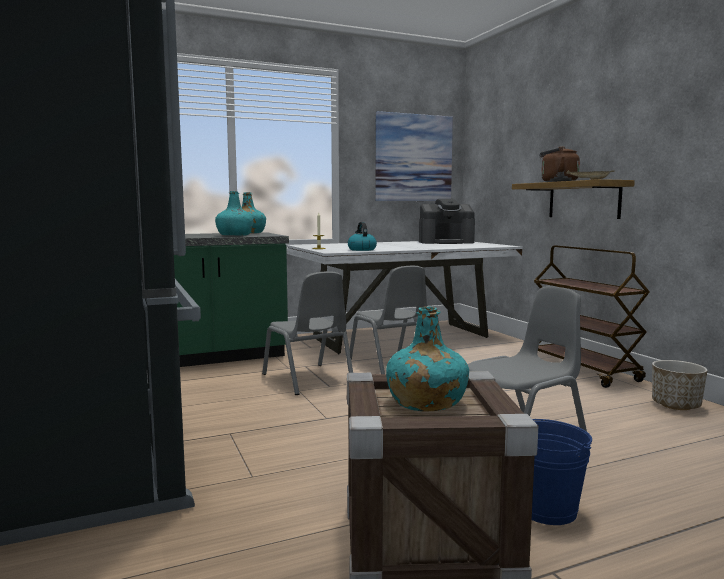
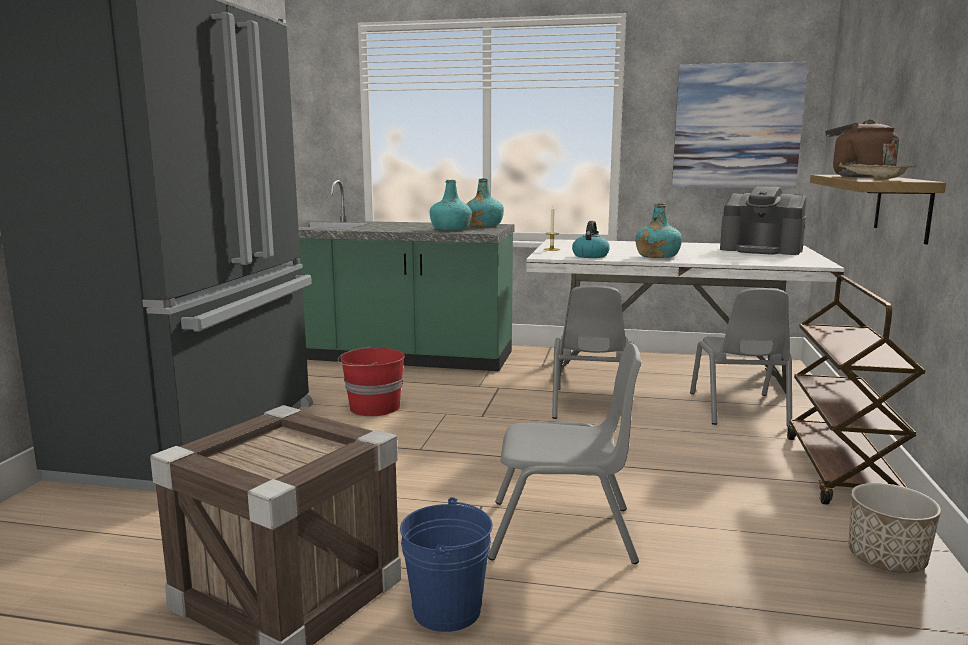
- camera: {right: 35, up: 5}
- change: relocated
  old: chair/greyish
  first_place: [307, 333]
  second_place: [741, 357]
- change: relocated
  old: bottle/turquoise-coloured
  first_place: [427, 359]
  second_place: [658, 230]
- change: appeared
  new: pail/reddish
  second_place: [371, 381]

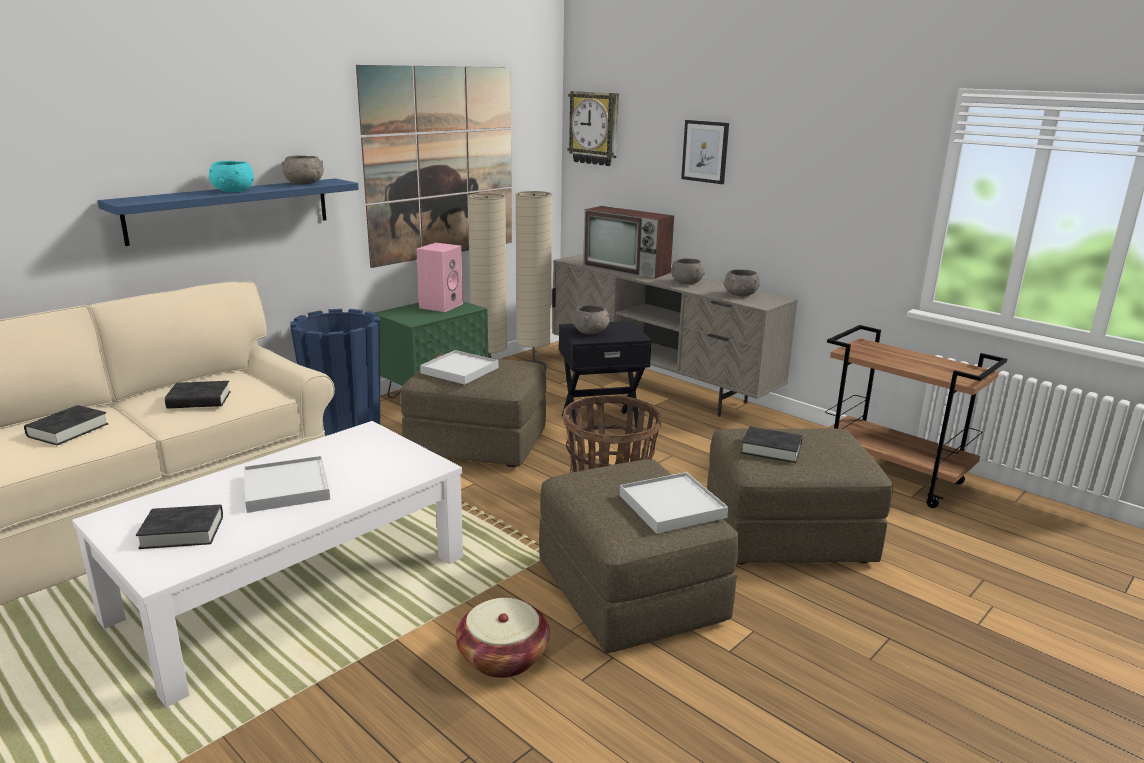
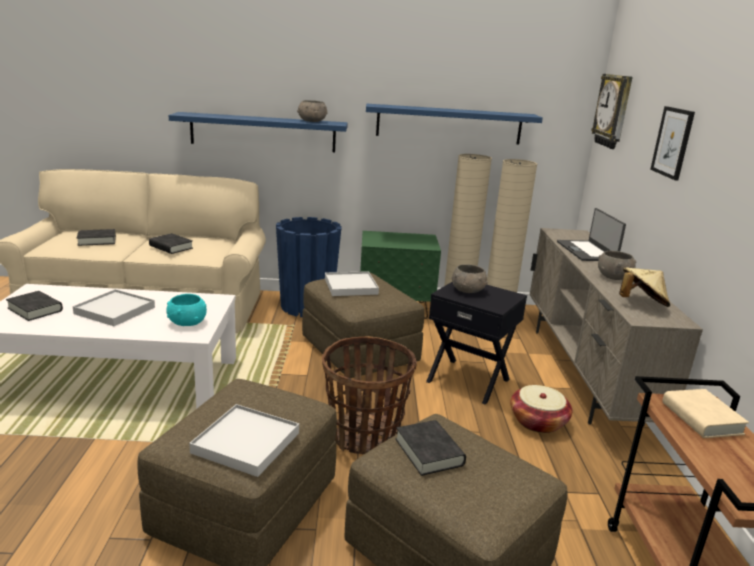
- camera: {right: 45, up: 0}
- change: exchanged
  old: picture
  new: shelf/bluish
  first_place: [434, 166]
  second_place: [454, 124]
- change: relocated
  old: bowl/turquoise-coloured
  first_place: [231, 176]
  second_place: [186, 310]
- change: exchanged
  old: TV set
  new: laptop
  first_place: [628, 242]
  second_place: [591, 234]
- change: missing
  old: speaker/pink
  first_place: [439, 277]
- change: exchanged
  old: bowl/greyish
  new: wearable hat/beige
  first_place: [741, 283]
  second_place: [644, 287]
- change: relocated
  old: storage basket
  first_place: [503, 638]
  second_place: [541, 409]
- change: appeared
  new: bound book/beige
  second_place: [705, 413]

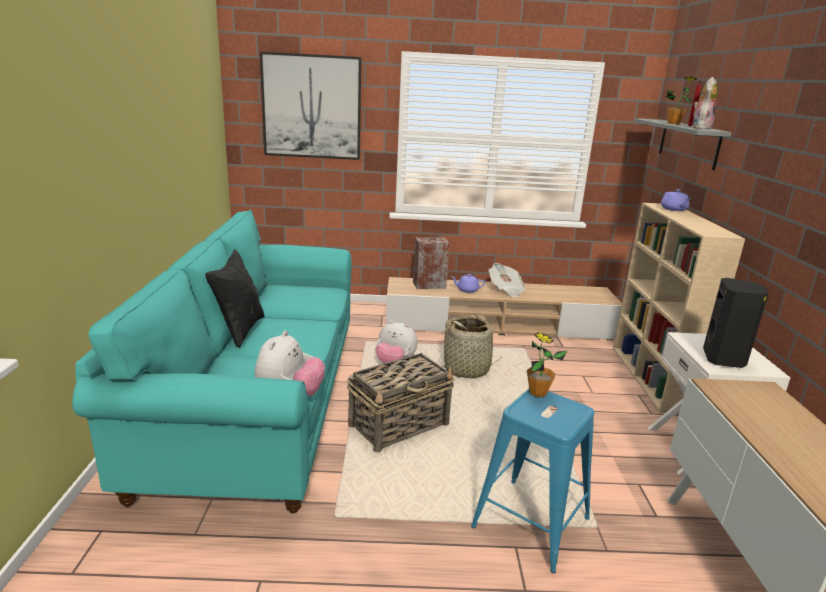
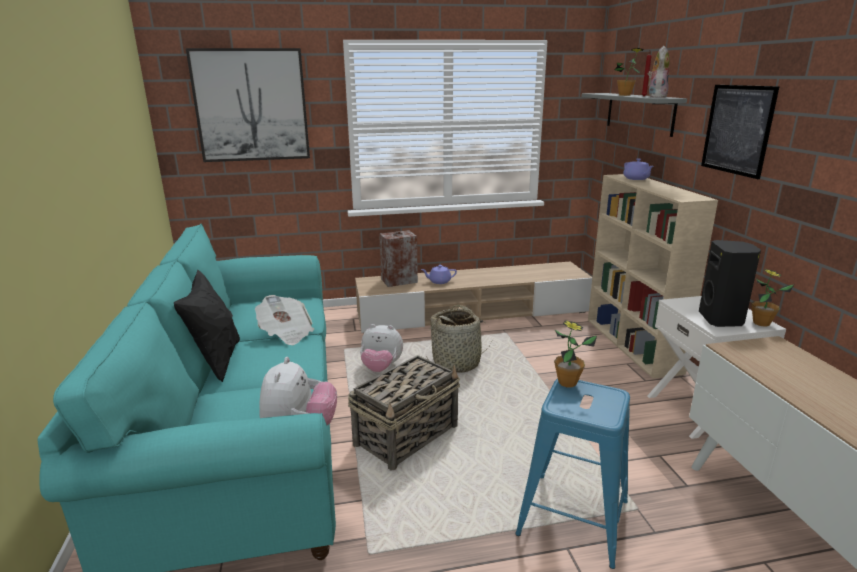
- camera: {right: -10, up: 0}
- change: relocated
  old: printed paper
  first_place: [507, 280]
  second_place: [284, 320]
- change: appeared
  new: picture
  second_place: [740, 132]
- change: appeared
  new: plant in a pot
  second_place: [772, 298]

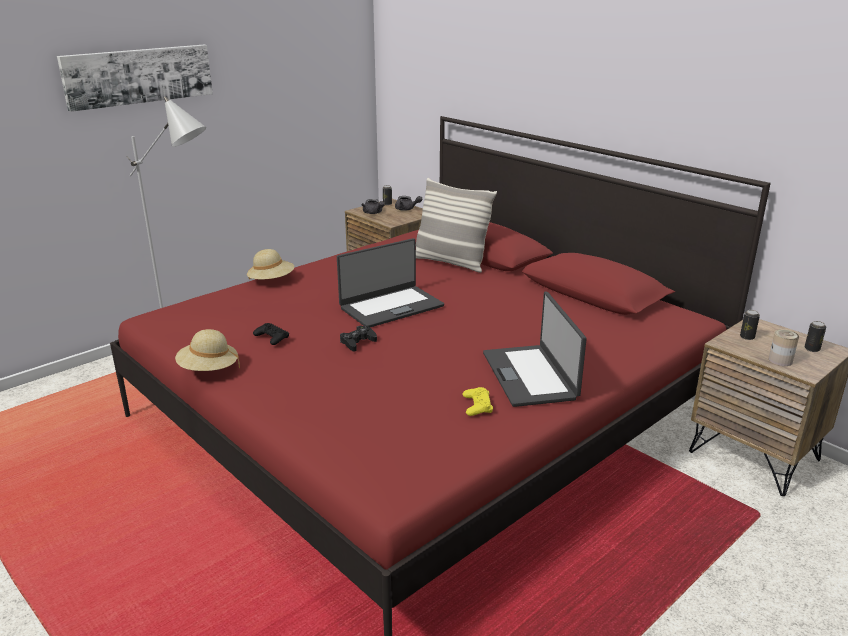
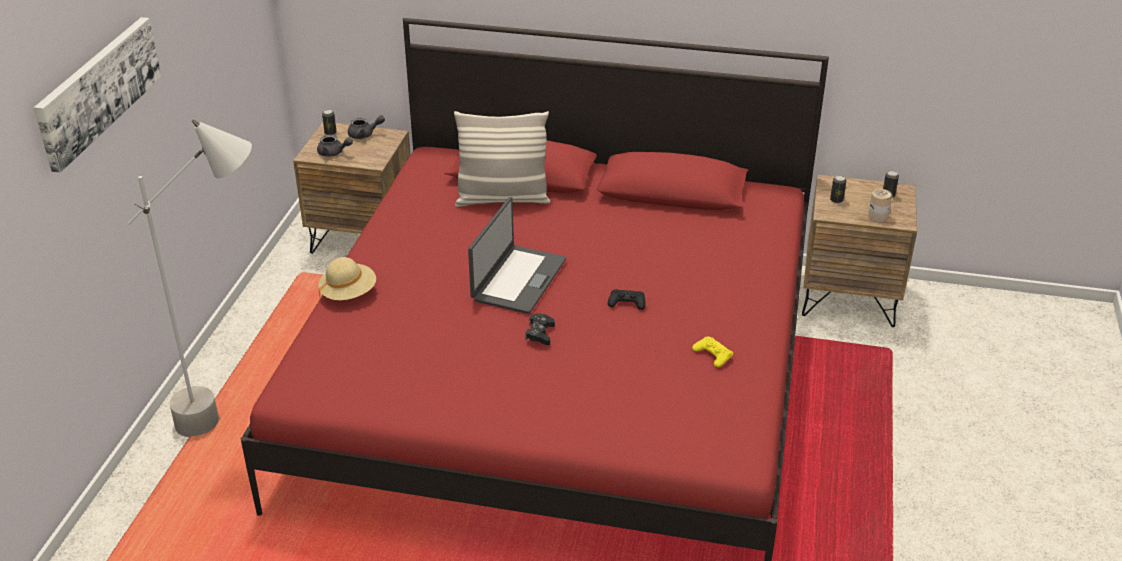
- camera: {right: -35, up: 10}
- change: missing
  old: laptop
  first_place: [534, 349]
- change: relocated
  old: joypad/black-coloured
  first_place: [271, 334]
  second_place: [627, 299]
- change: missing
  old: wearable hat/beige
  first_place: [207, 350]

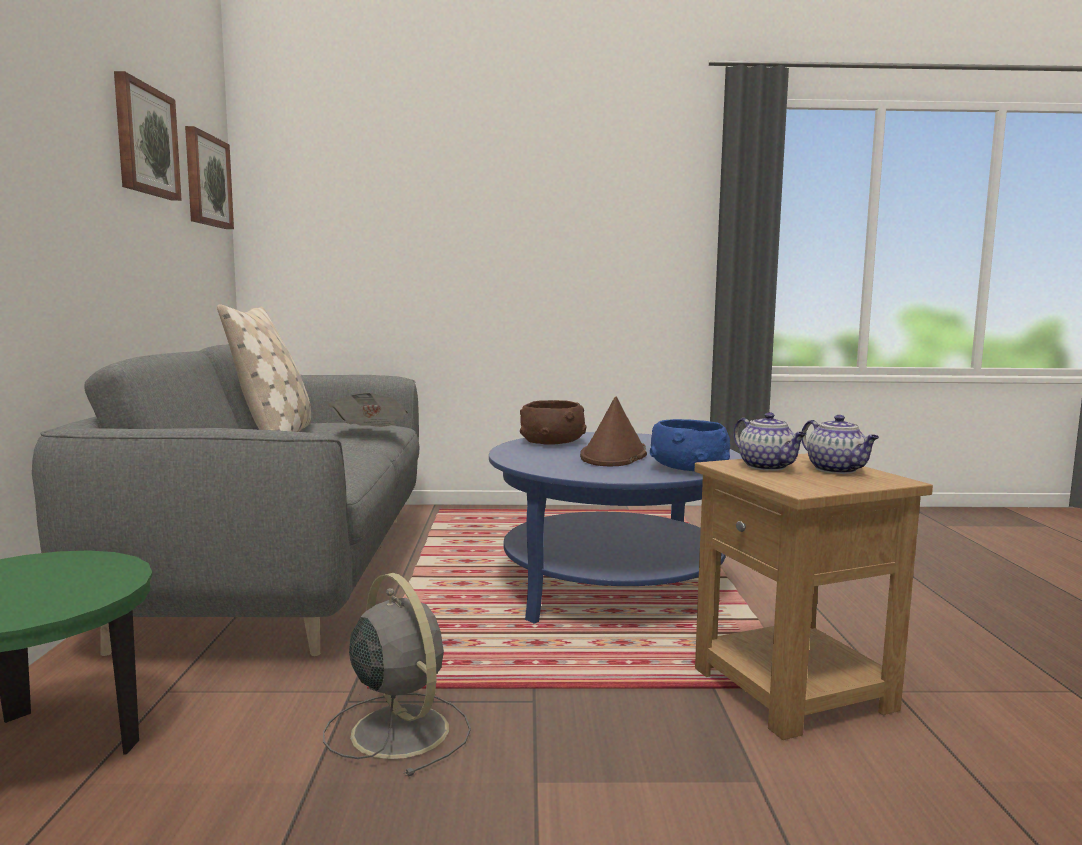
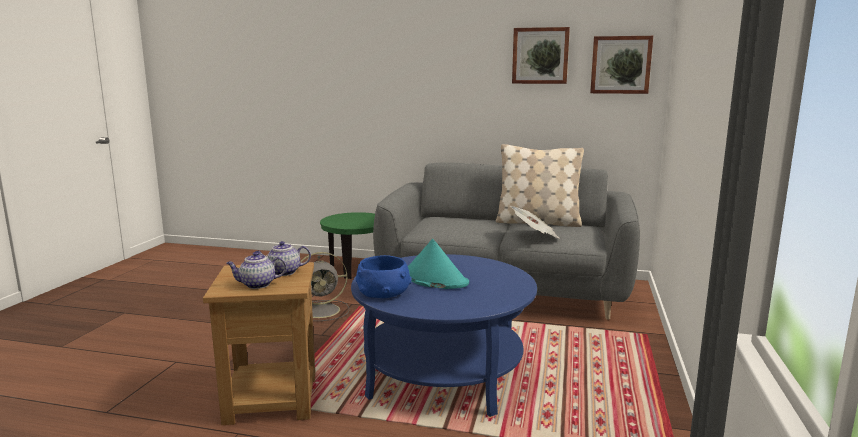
- camera: {right: 105, up: 5}
- change: colour
  old: wearable hat/brownish
  new: wearable hat/turquoise-coloured
  first_place: [613, 431]
  second_place: [438, 264]
- change: missing
  old: bowl/brownish
  first_place: [553, 422]

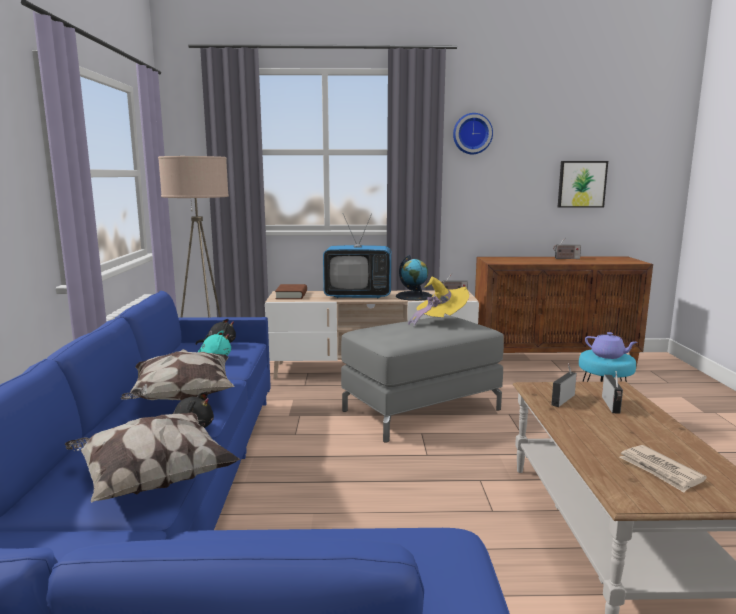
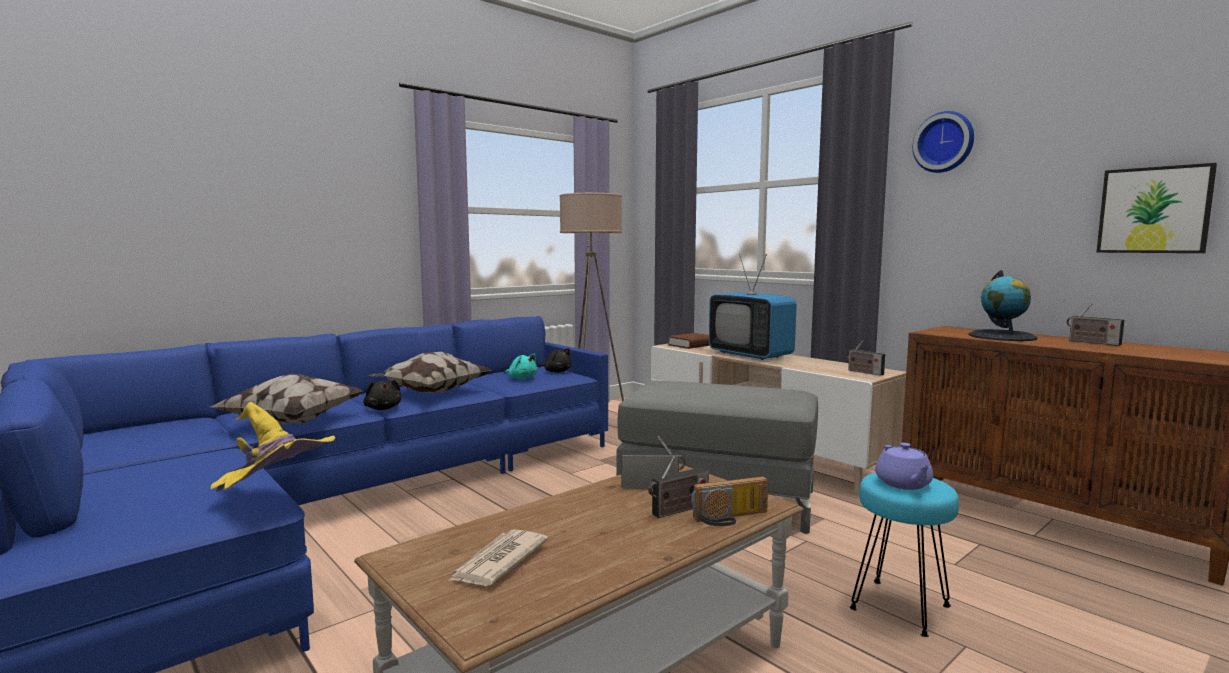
- camera: {right: 50, up: -5}
- change: relocated
  old: globe
  first_place: [414, 278]
  second_place: [1002, 305]
- change: relocated
  old: wearable hat/yellowish
  first_place: [438, 302]
  second_place: [273, 447]
- change: appeared
  new: radio set
  second_place: [729, 501]

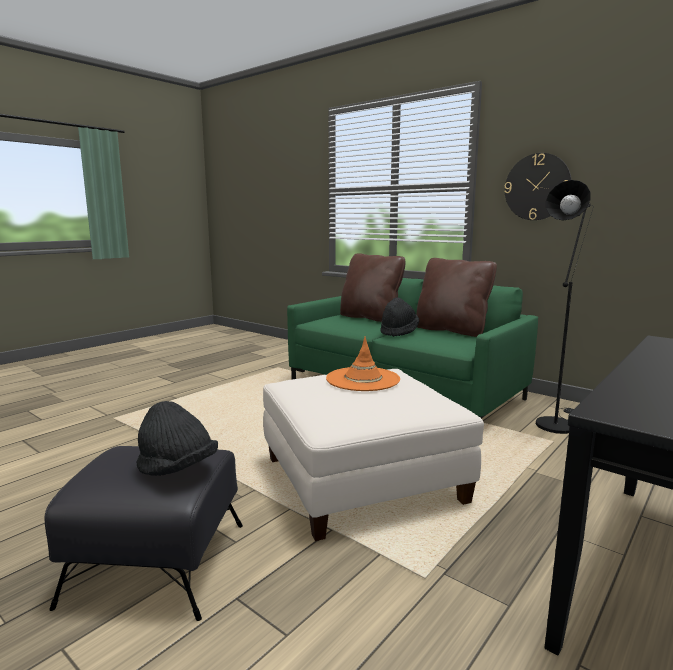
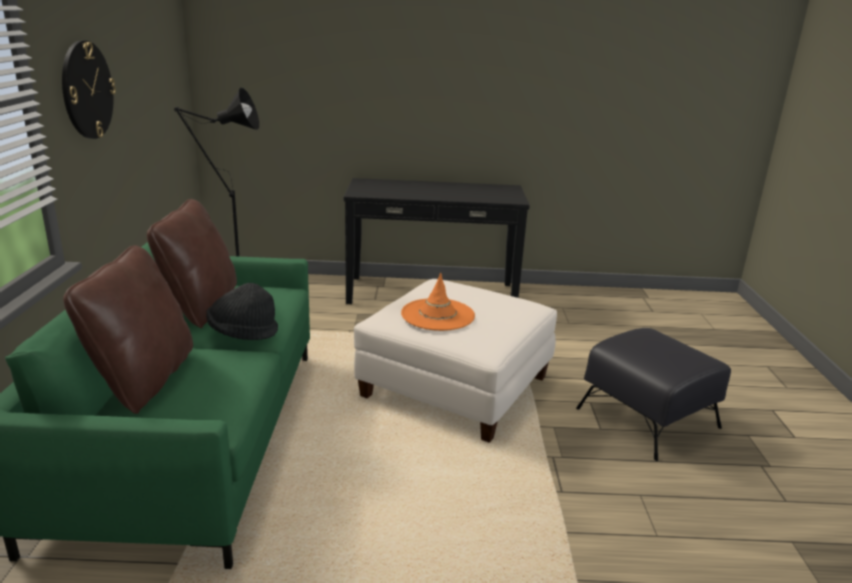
- camera: {right: -130, up: 10}
- change: missing
  old: wearable hat/black-coloured
  first_place: [177, 438]

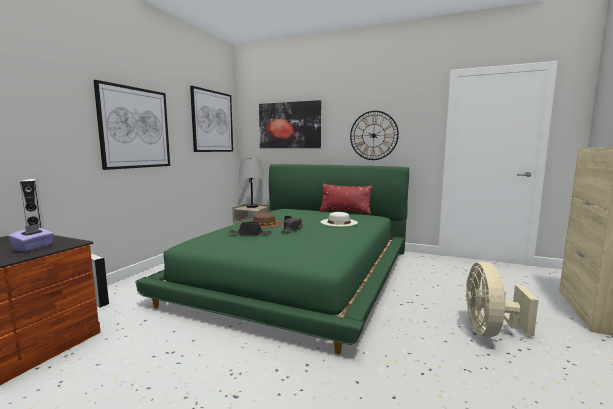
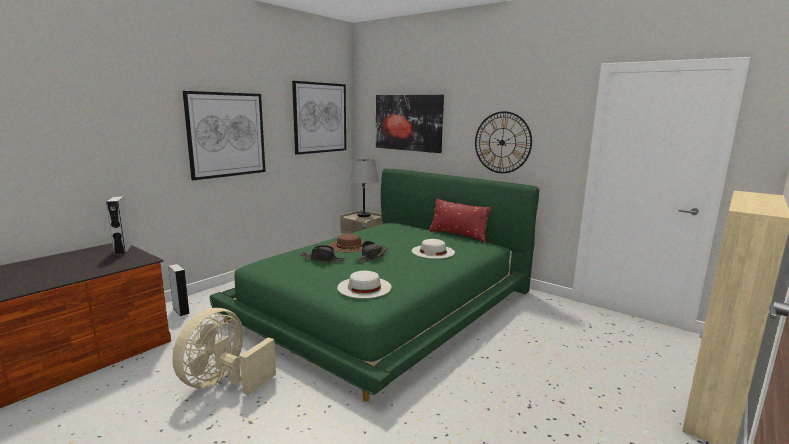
- camera: {right: 15, up: 5}
- change: missing
  old: box of tissues/purple-coloured
  first_place: [31, 238]
- change: relocated
  old: electric fan/beige
  first_place: [502, 299]
  second_place: [224, 351]
- change: appeared
  new: wearable hat/white-coloured
  second_place: [364, 284]

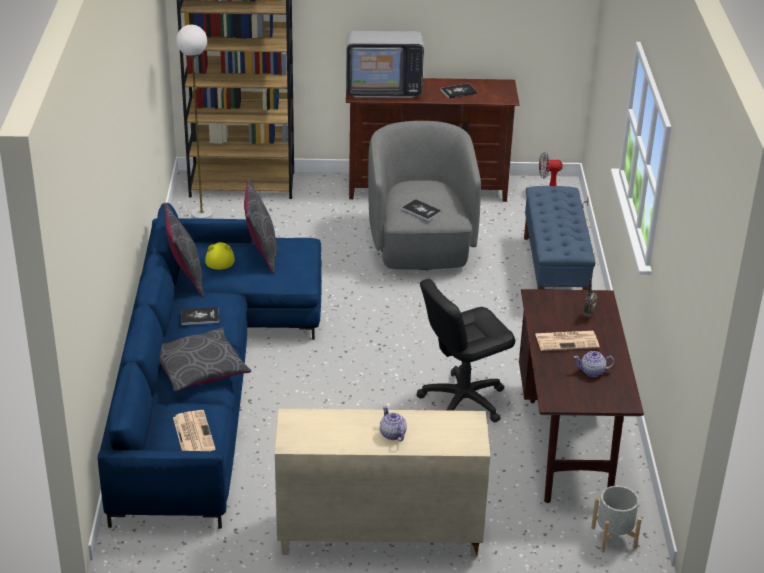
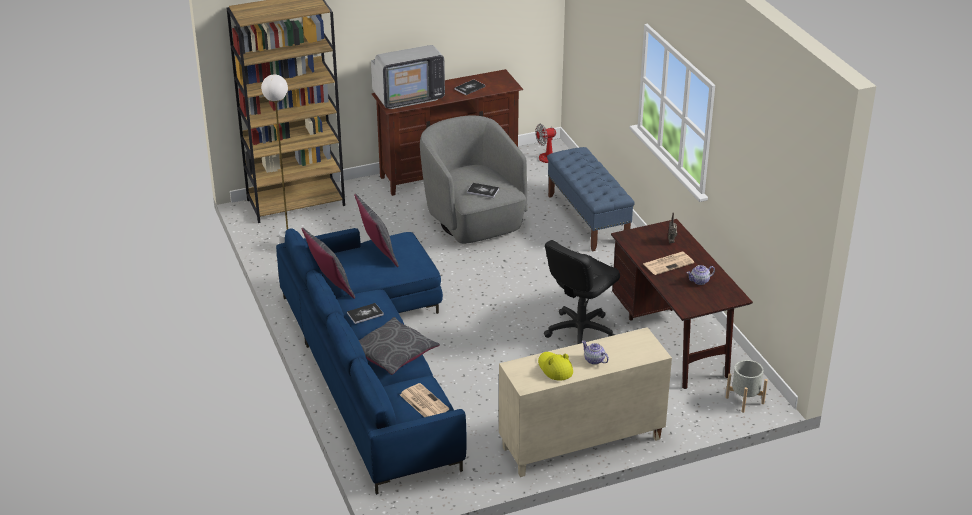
- camera: {right: -20, up: 0}
- change: relocated
  old: wearable hat/yellowish
  first_place: [220, 256]
  second_place: [555, 366]

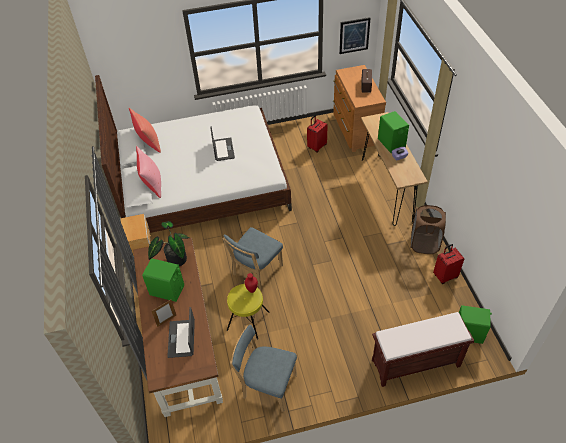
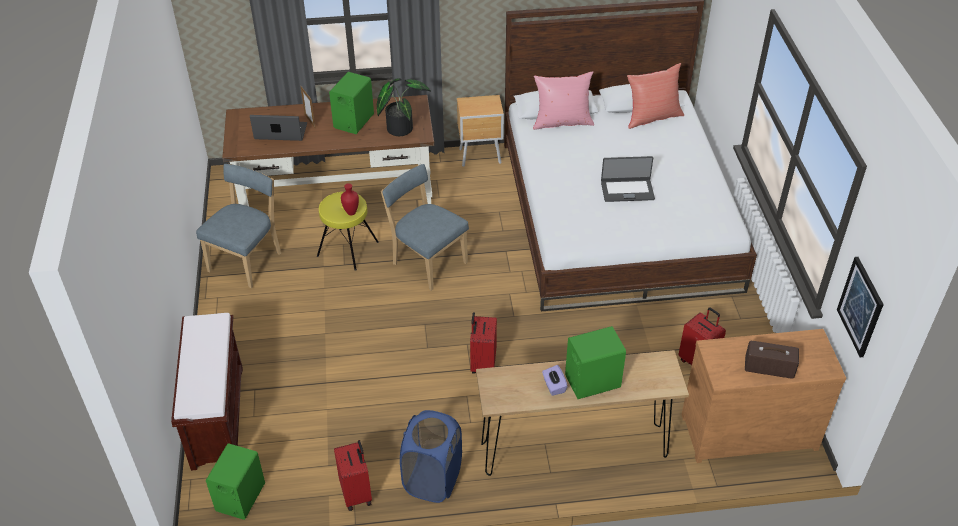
- camera: {right: 95, up: -5}
- change: colour
  old: laundry basket/brownish
  new: laundry basket/bluish
  first_place: [428, 229]
  second_place: [431, 456]
- change: appeared
  new: travel case/reddish
  second_place: [483, 343]

